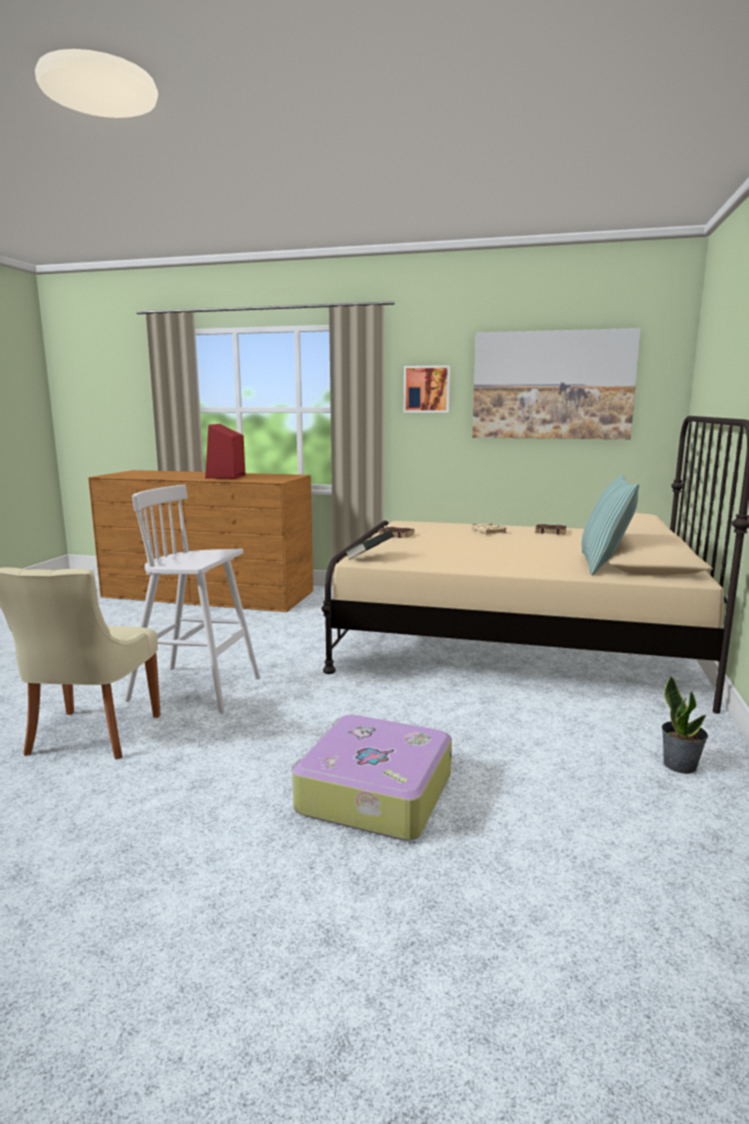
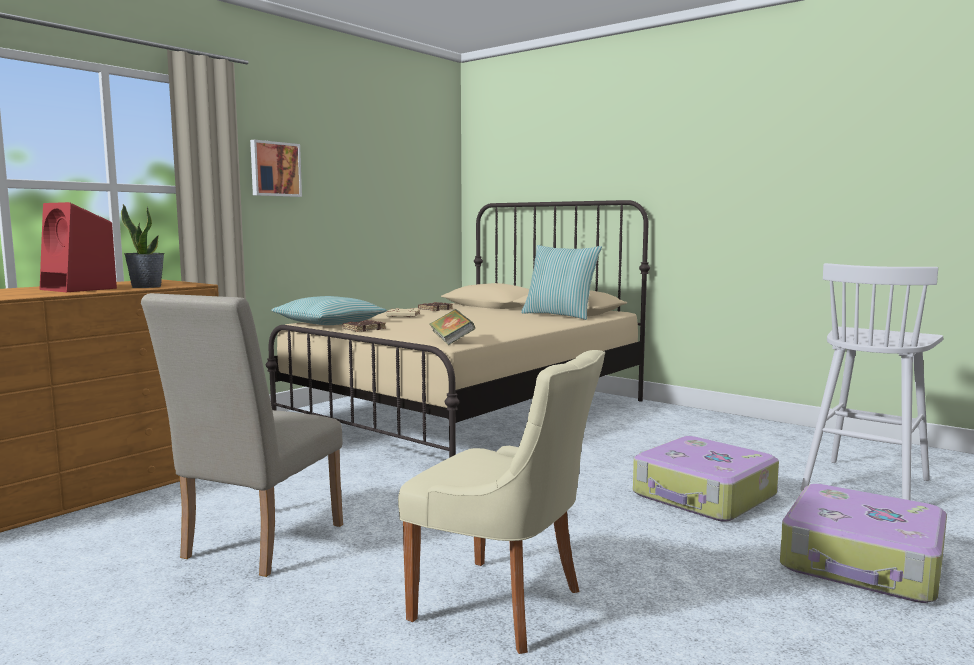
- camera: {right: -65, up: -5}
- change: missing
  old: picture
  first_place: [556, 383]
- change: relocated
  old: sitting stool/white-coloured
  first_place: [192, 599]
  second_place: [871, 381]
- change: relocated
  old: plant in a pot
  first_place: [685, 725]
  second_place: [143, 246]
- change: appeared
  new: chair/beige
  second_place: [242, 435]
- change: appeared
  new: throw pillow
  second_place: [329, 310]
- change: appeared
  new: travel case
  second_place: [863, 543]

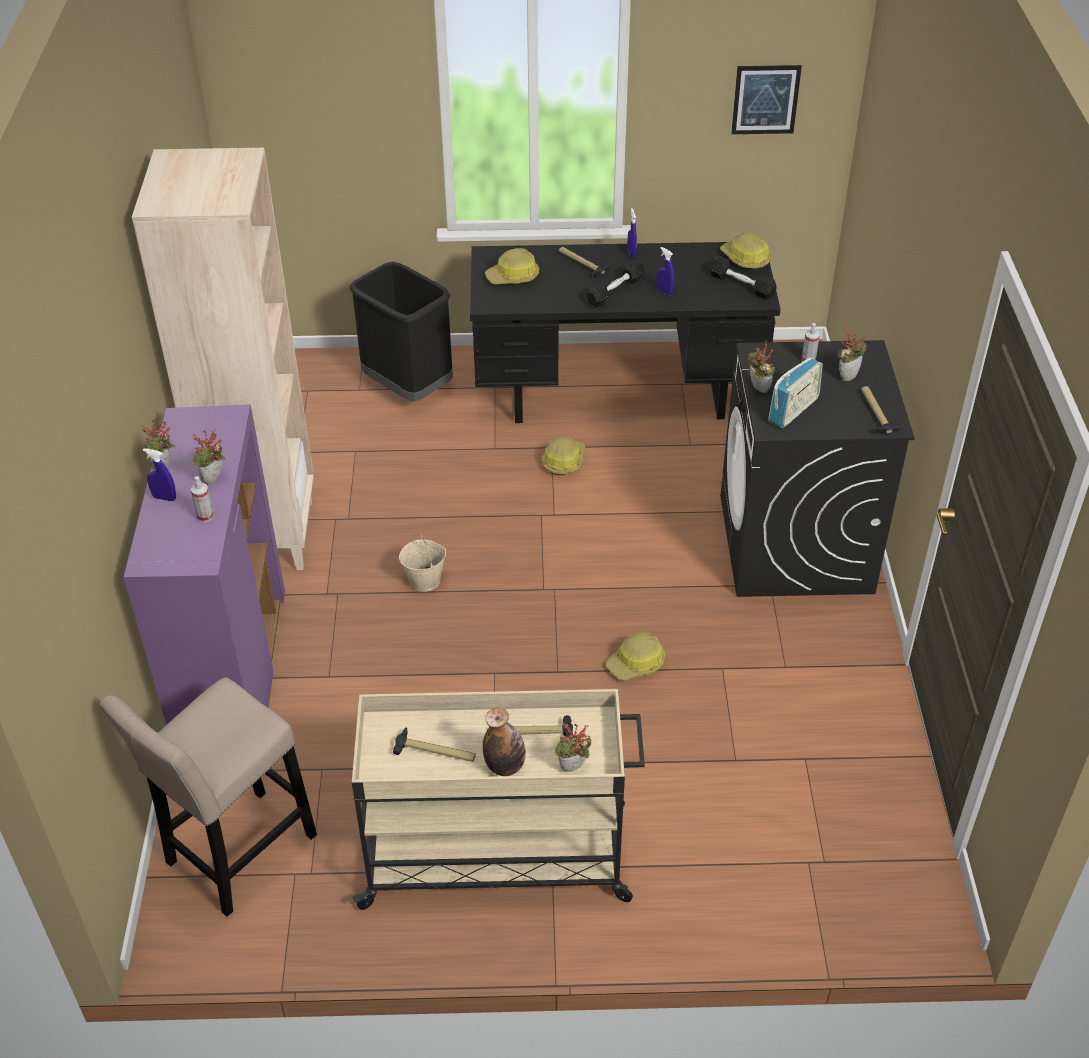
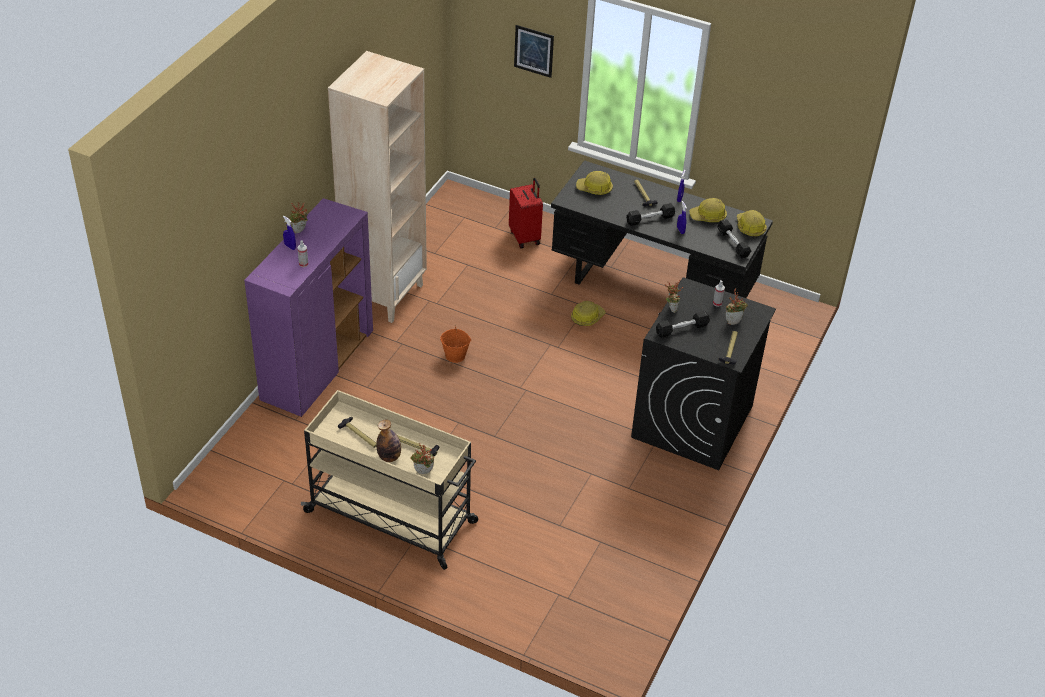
- camera: {right: 25, up: 0}
- change: relocated
  old: picture
  first_place: [766, 99]
  second_place: [534, 51]
- change: exchanged
  old: rubbish bin/black-coloured
  new: travel case/reddish
  first_place: [401, 331]
  second_place: [526, 213]
- change: exchanged
  old: radio set
  new: free weight/black-coloured
  first_place: [795, 392]
  second_place: [683, 324]
- change: missing
  old: plant in a pot
  first_place: [208, 456]
- change: colour
  old: pail/beige
  new: pail/orange-coloured
  first_place: [422, 563]
  second_place: [455, 344]
- change: relocated
  old: hard hat
  first_place: [635, 656]
  second_place: [708, 210]
- change: missing
  old: sitting stool/beige
  first_place: [208, 797]

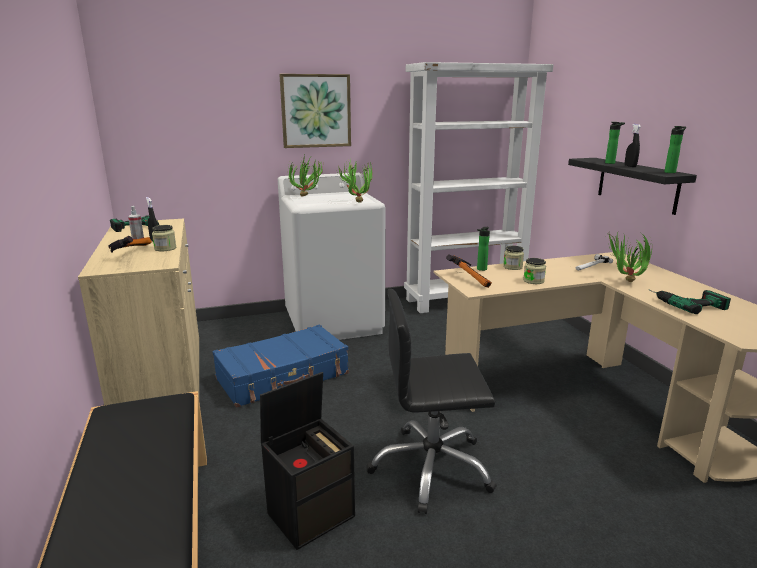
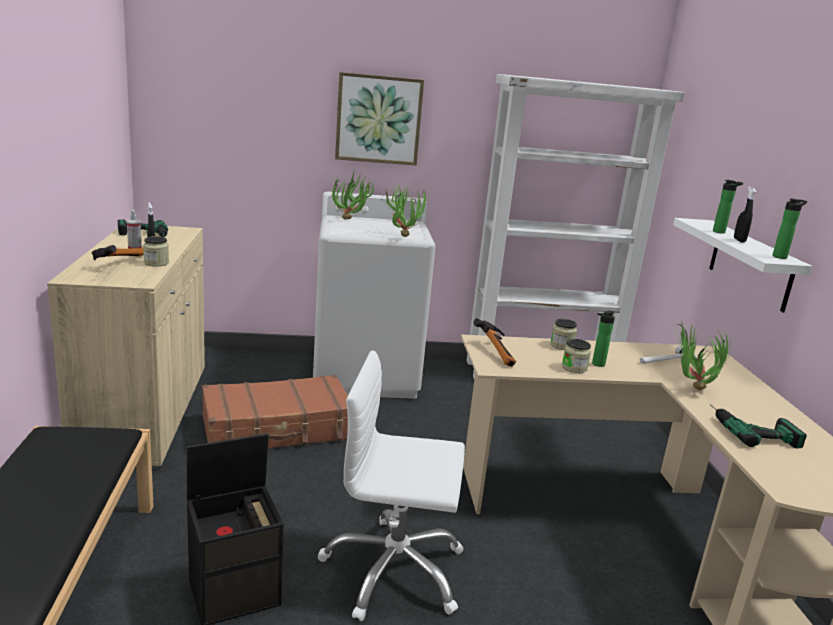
- camera: {right: 10, up: 0}
- change: colour
  old: shelf/black-coloured
  new: shelf/white-coloured
  first_place: [632, 186]
  second_place: [742, 265]
- change: relocated
  old: bottle
  first_place: [483, 249]
  second_place: [603, 339]
- change: colour
  old: computer chair/black-coloured
  new: computer chair/white-coloured
  first_place: [431, 401]
  second_place: [391, 486]
- change: colour
  old: travel case/bluish
  new: travel case/brownish
  first_place: [281, 365]
  second_place: [275, 411]

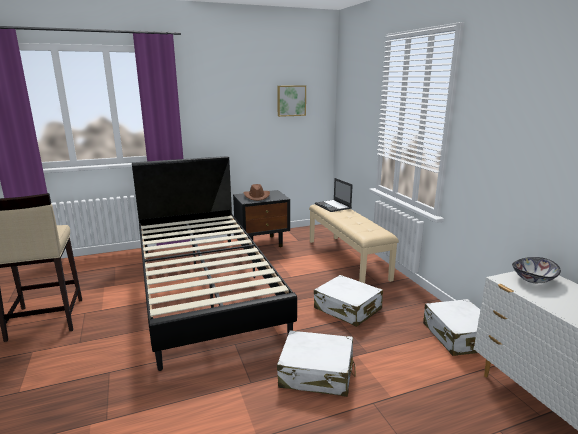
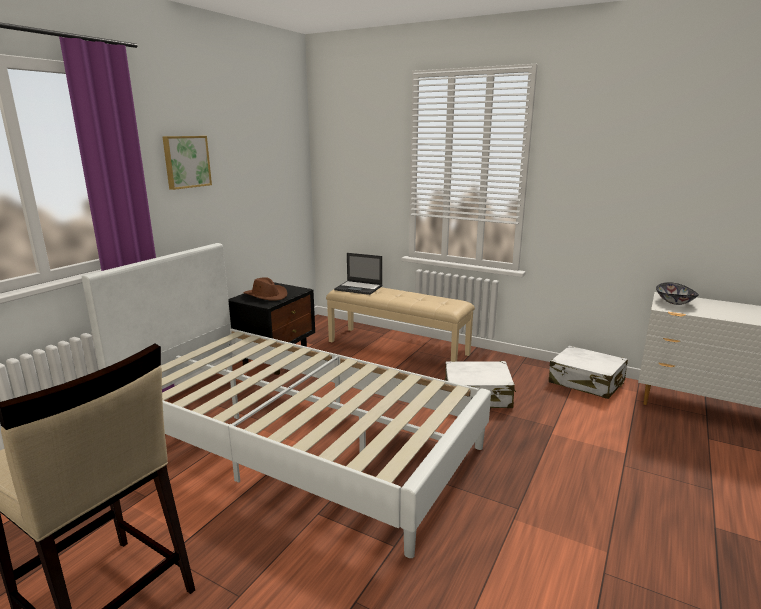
- camera: {right: -40, up: 0}
- change: relocated
  old: picture
  first_place: [291, 101]
  second_place: [187, 163]
- change: colour
  old: sleeping bed/black-coloured
  new: sleeping bed/white-coloured
  first_place: [214, 263]
  second_place: [286, 400]
- change: missing
  old: travel case/white-coloured
  first_place: [316, 364]

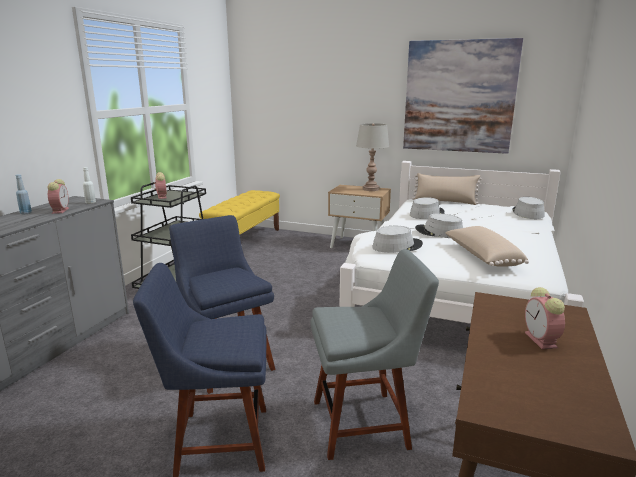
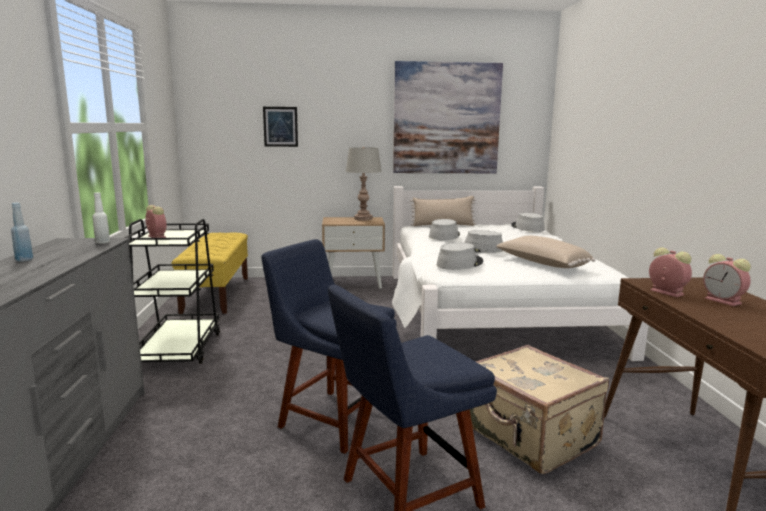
- camera: {right: -25, up: -5}
- change: relocated
  old: table clock
  first_place: [58, 196]
  second_place: [670, 272]
- change: exchanged
  old: chair/greyish
  new: travel case/beige
  first_place: [375, 354]
  second_place: [539, 409]
- change: appeared
  new: picture
  second_place: [280, 127]

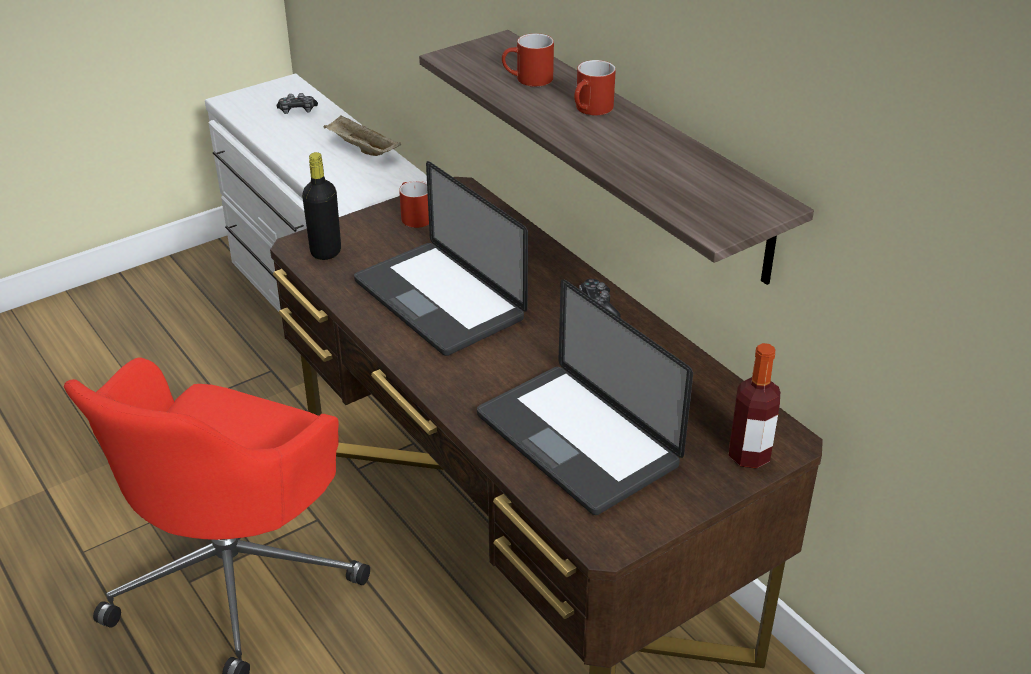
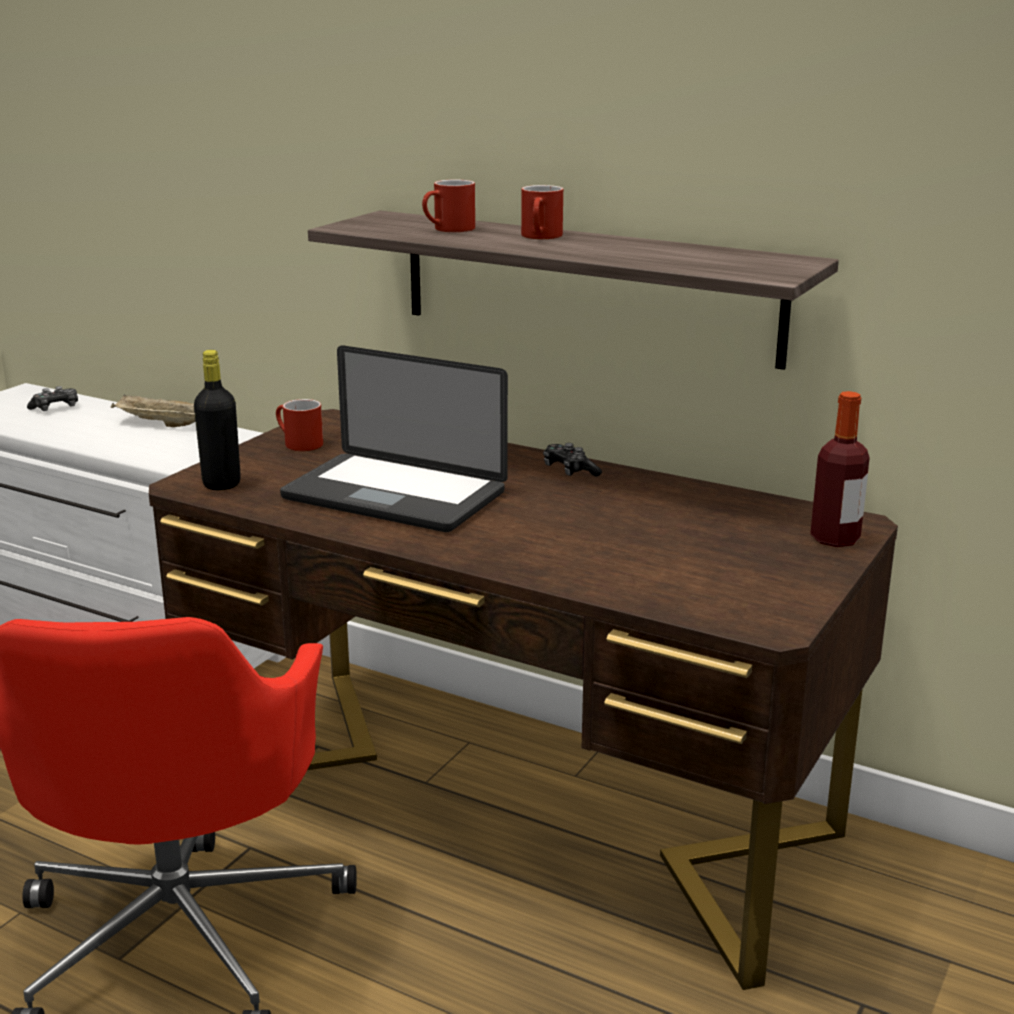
- camera: {right: -25, up: -15}
- change: missing
  old: laptop
  first_place: [585, 397]

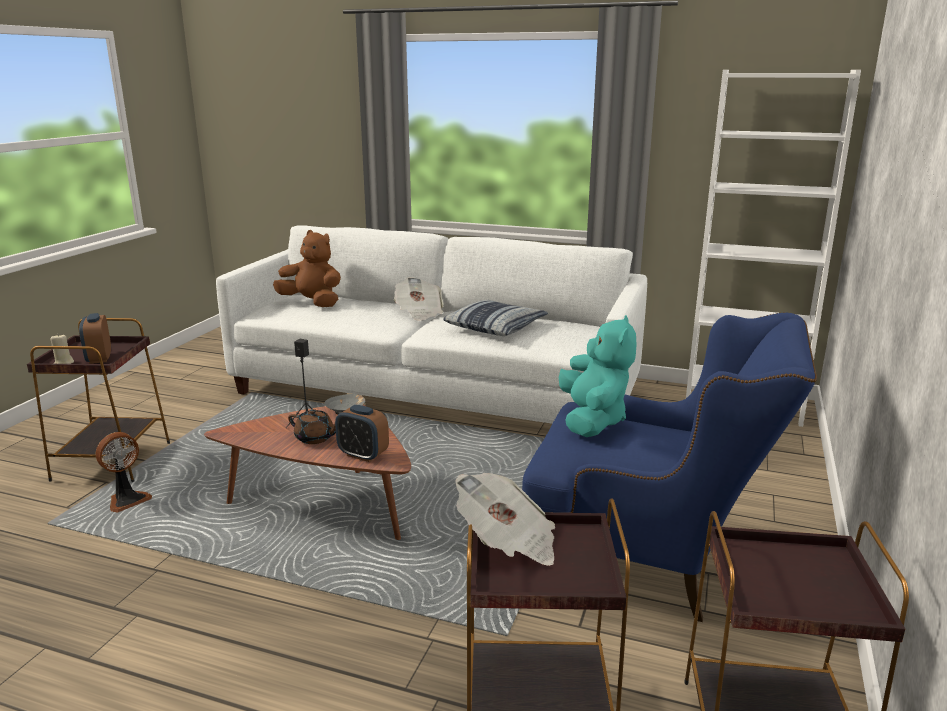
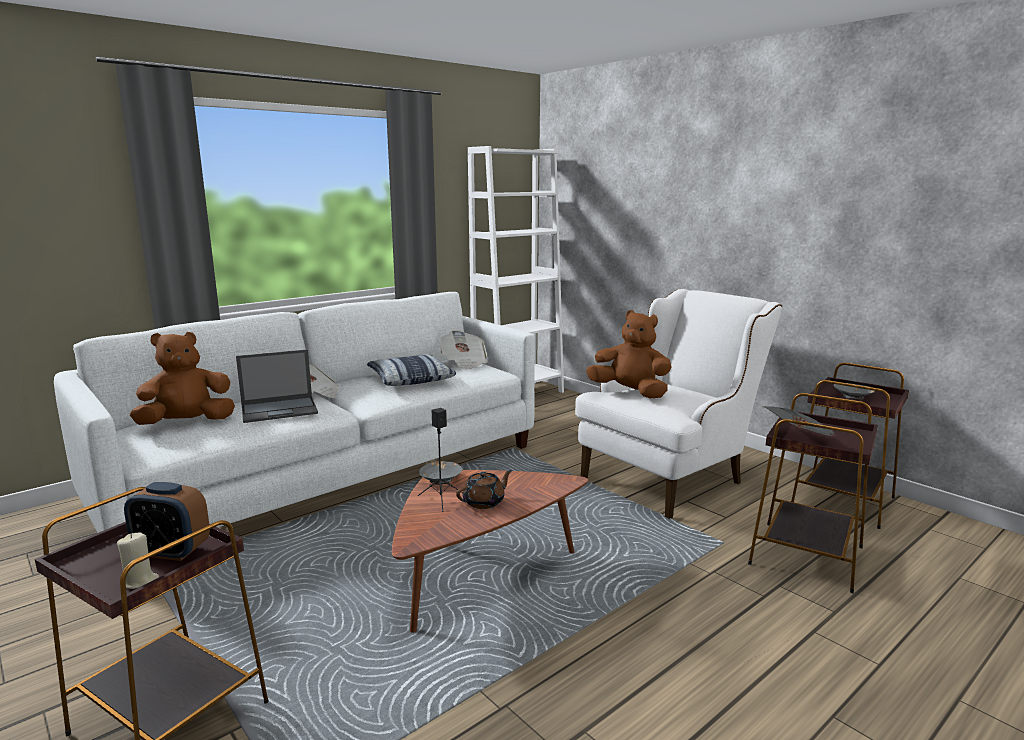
- camera: {right: -60, up: -5}
- change: colour
  old: easy chair/bluish
  new: easy chair/white-coloured
  first_place: [669, 467]
  second_place: [678, 404]
- change: colour
  old: plush toy/turquoise-coloured
  new: plush toy/brownish
  first_place: [598, 376]
  second_place: [628, 354]
- change: missing
  old: table clock
  first_place: [362, 433]
- change: missing
  old: electric fan
  first_place: [123, 472]
- change: appeared
  new: printed paper
  second_place: [464, 350]
- change: appeared
  new: laptop
  second_place: [277, 386]
- change: appeared
  new: bowl/greyish
  second_place: [854, 391]

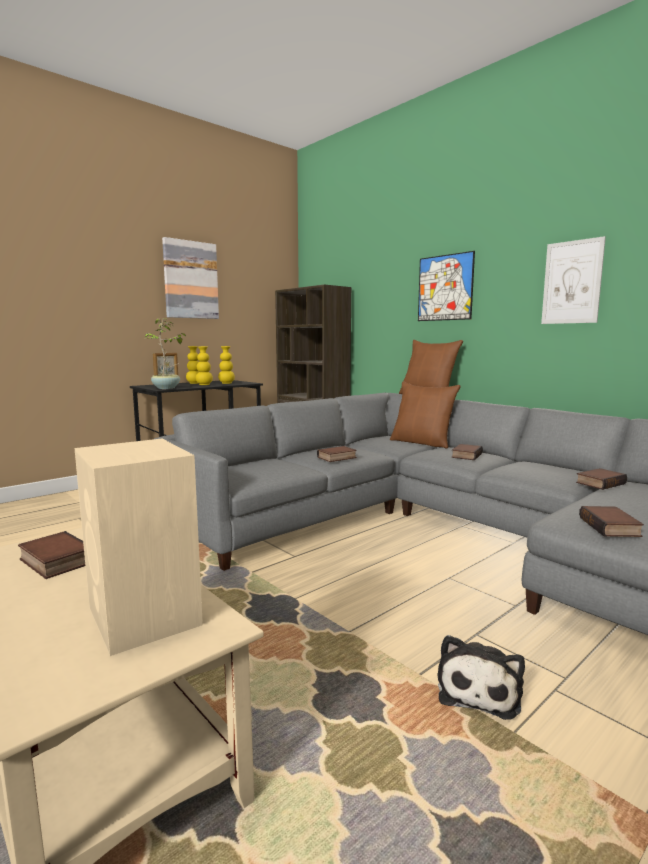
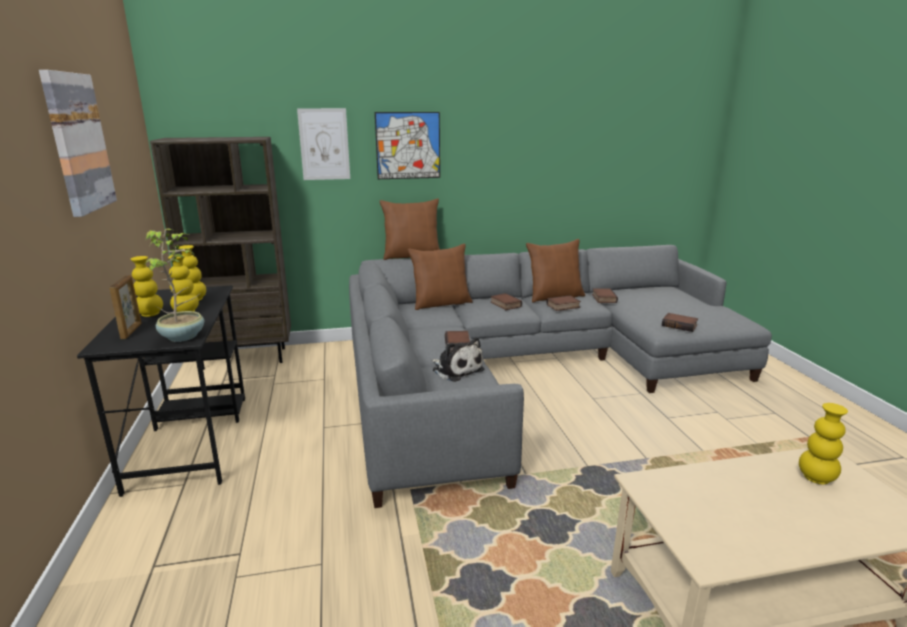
- camera: {right: -60, up: 10}
- change: relocated
  old: picture
  first_place: [573, 280]
  second_place: [323, 144]
- change: exchanged
  old: speaker/beige
  new: flower vase/yellowish
  first_place: [138, 547]
  second_place: [823, 443]
- change: relocated
  old: bound book
  first_place: [51, 555]
  second_place: [564, 303]
- change: relocated
  old: plush toy
  first_place: [481, 677]
  second_place: [458, 359]
- change: appeared
  new: throw pillow/brownish
  second_place: [555, 270]

